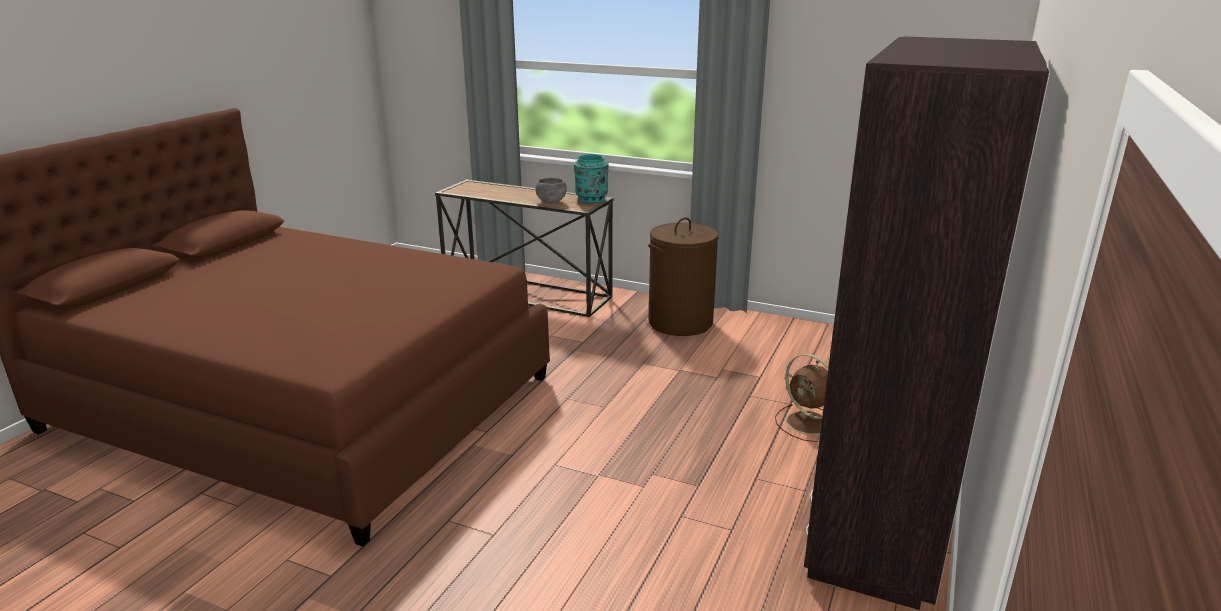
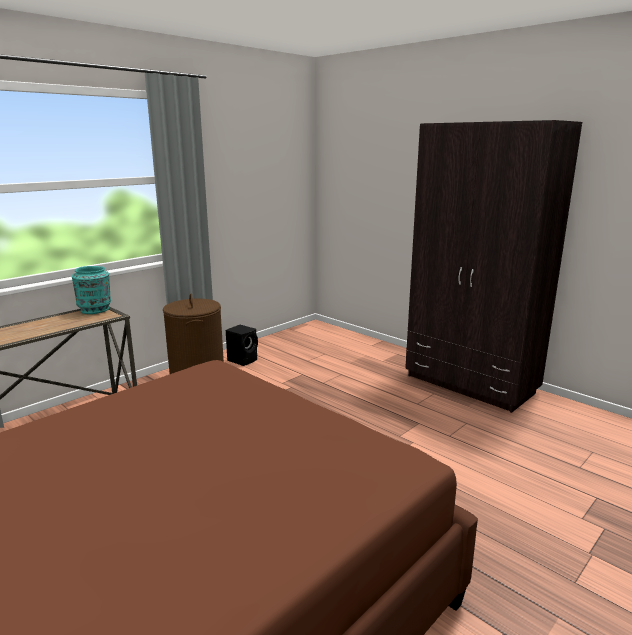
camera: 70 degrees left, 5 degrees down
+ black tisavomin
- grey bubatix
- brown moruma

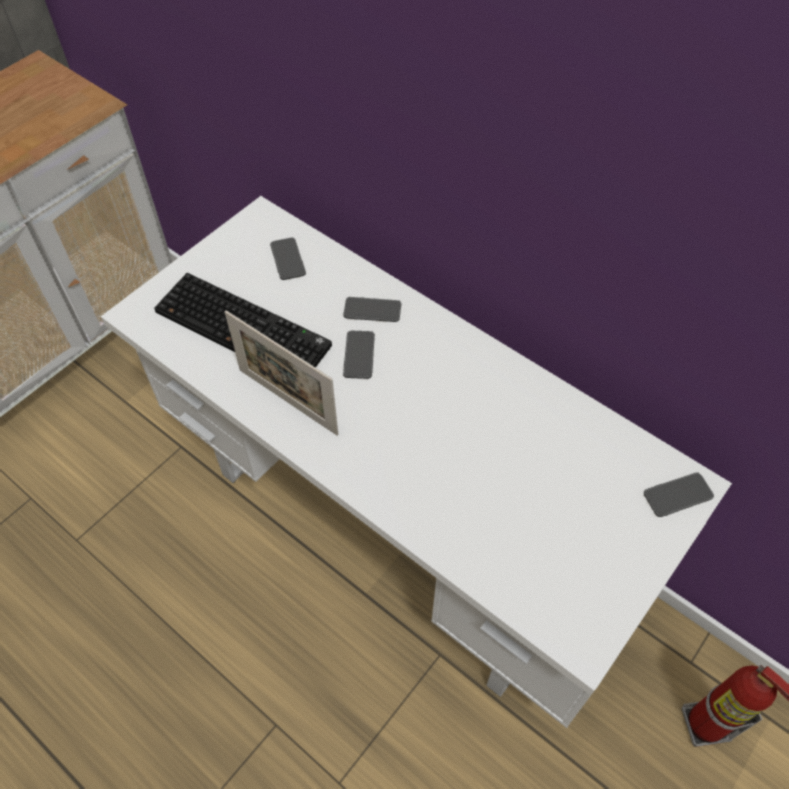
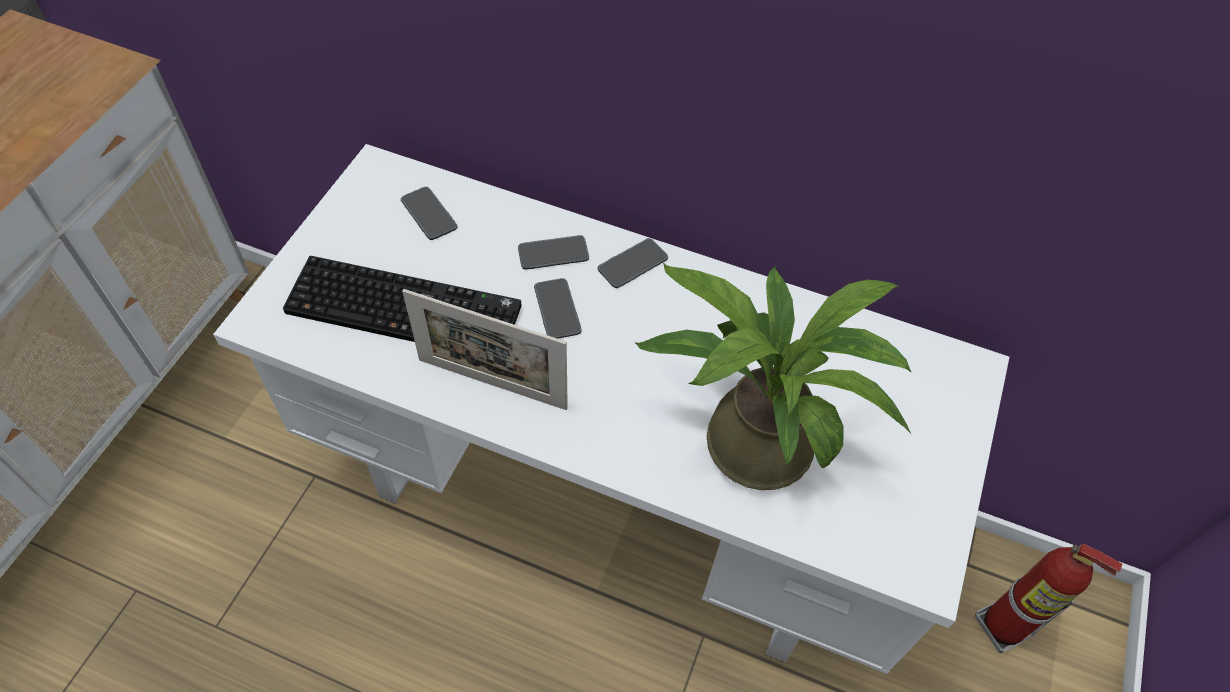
camera: 20 degrees left, 0 degrees up
~ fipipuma (no. 4 from left)
+ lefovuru

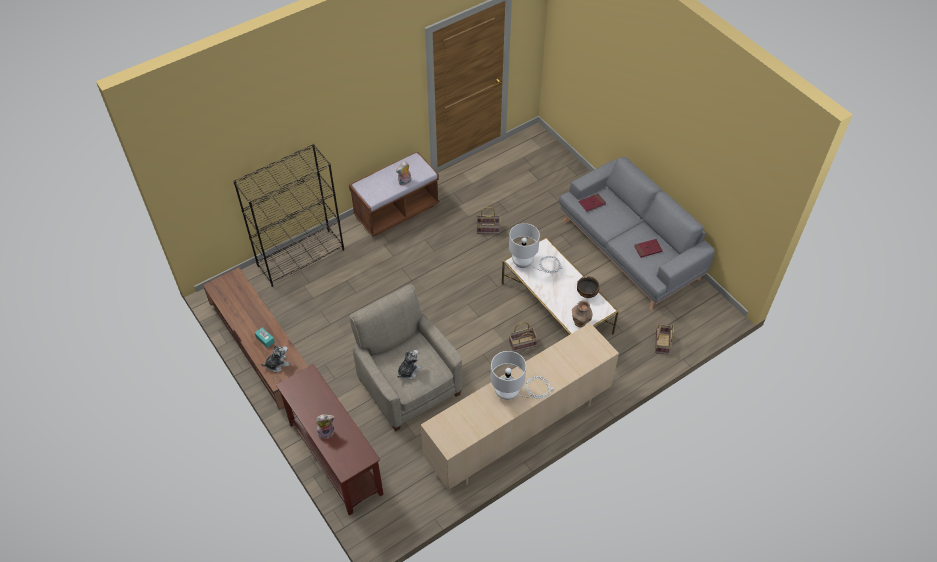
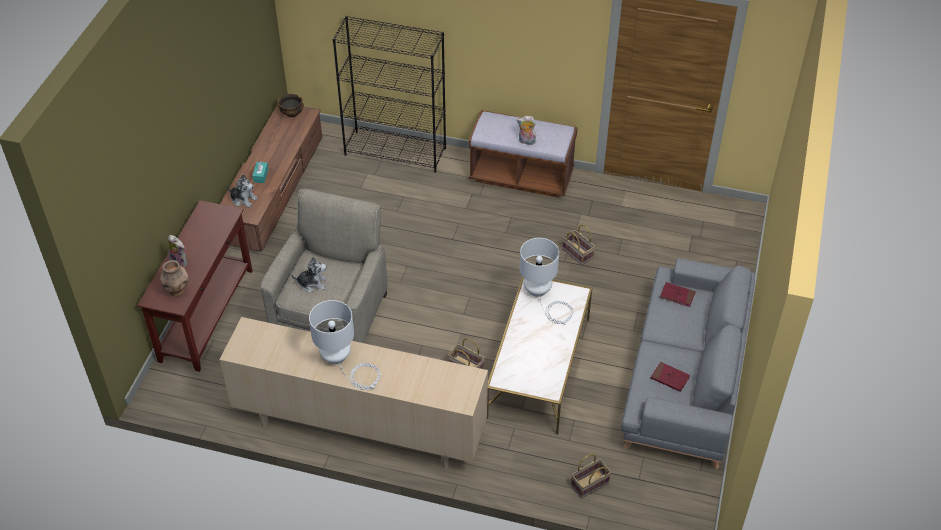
camera: 50 degrees right, 5 degrees down
~ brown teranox
~ bubatix

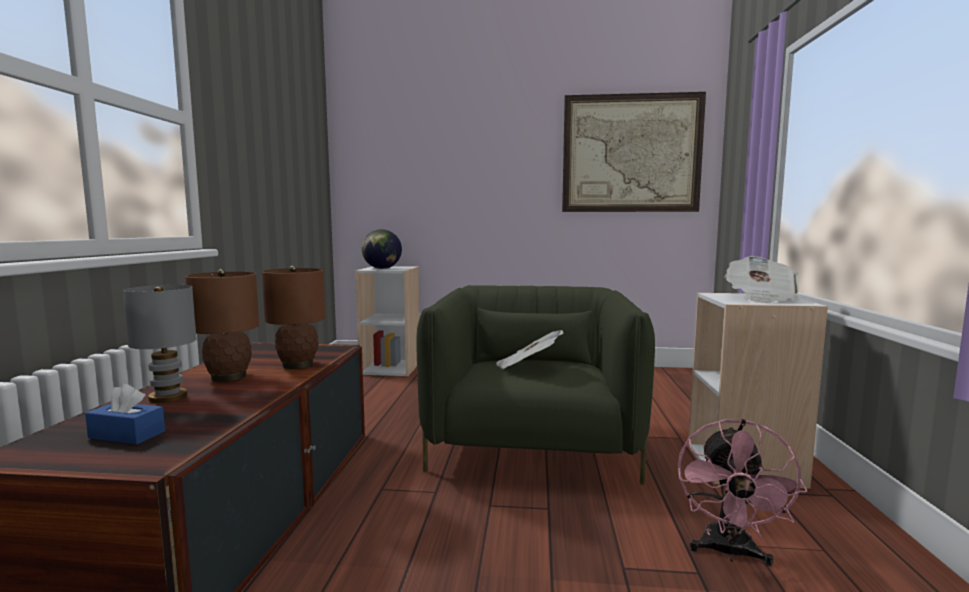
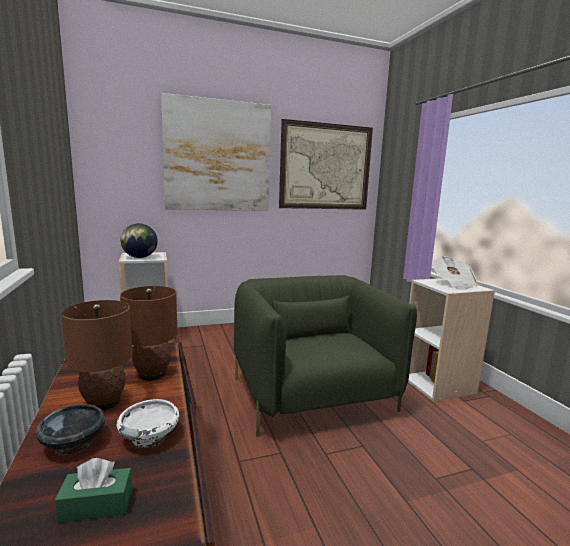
camera: 25 degrees left, 5 degrees up
~ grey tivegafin to black bubatix
~ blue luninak to green luninak
+ white bubatix
+ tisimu (no. 1 from left)
- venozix (no. 1 from left)
- pink moruma

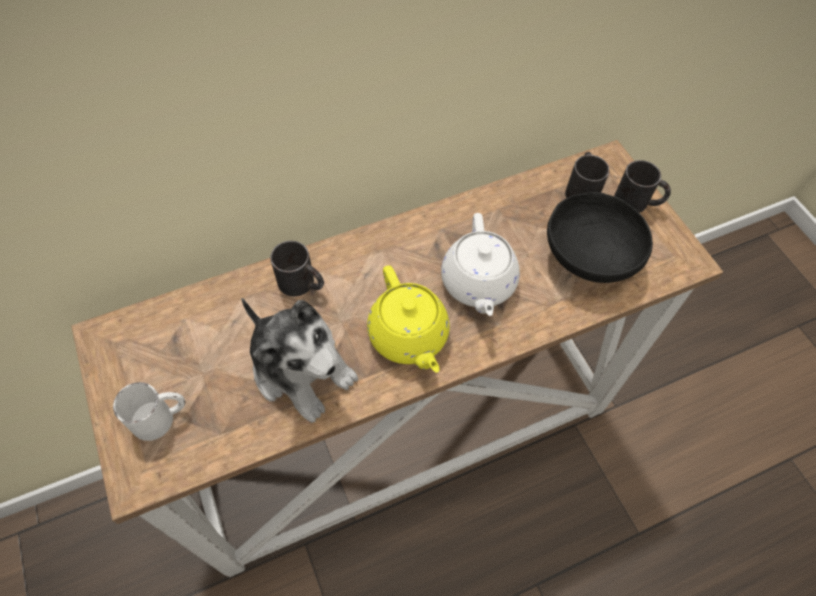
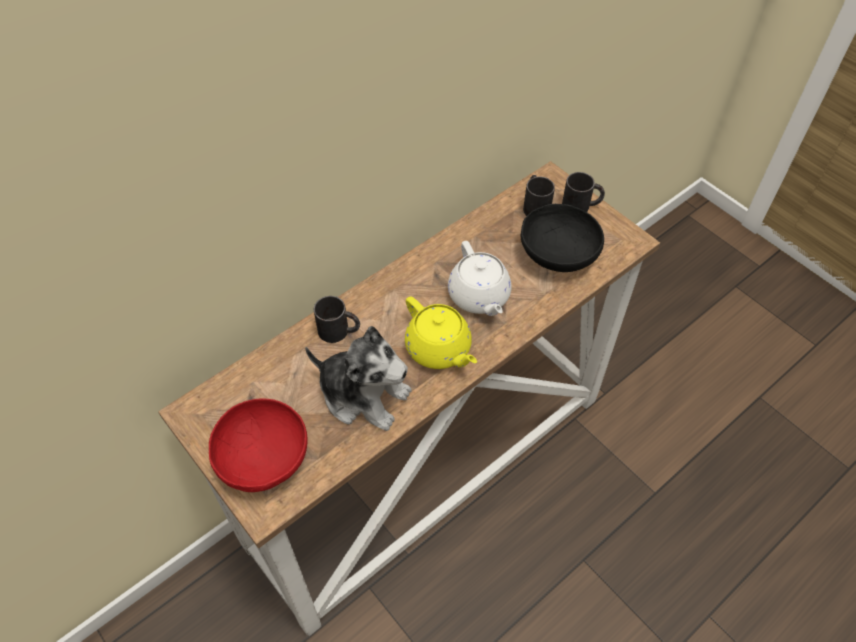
camera: 15 degrees left, 5 degrees down
~ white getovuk to red bubatix

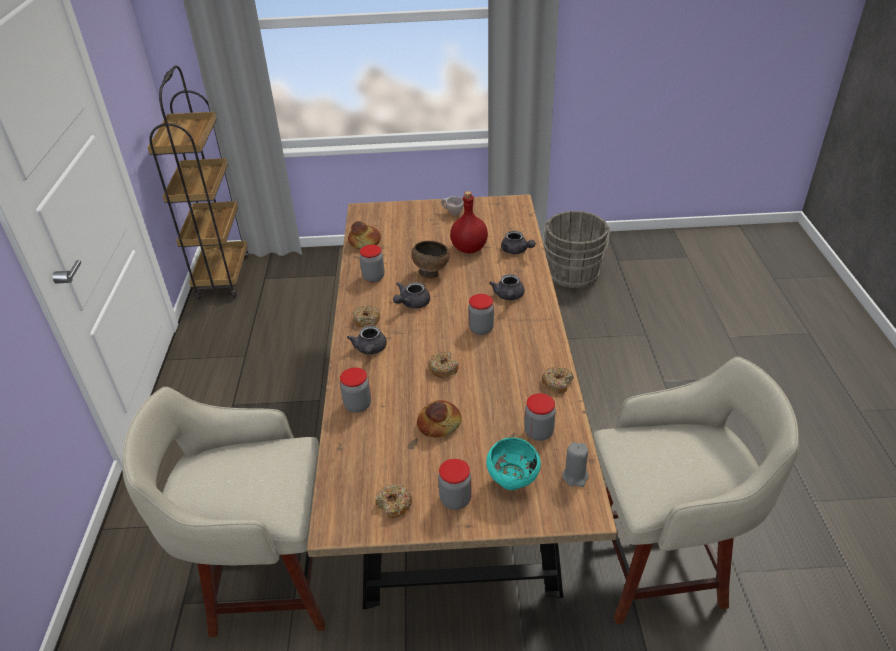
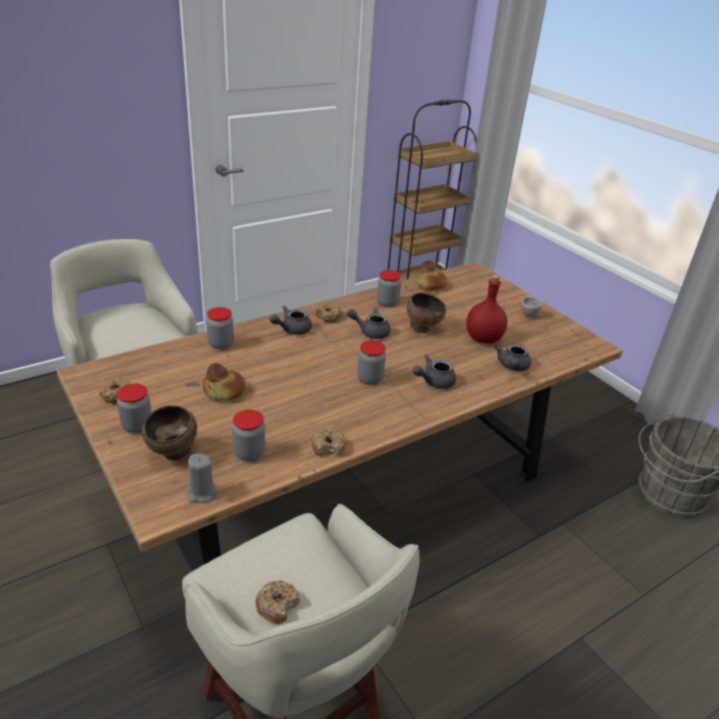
camera: 55 degrees right, 5 degrees down
~ turquoise bubatix to brown bubatix (no. 1 from left)
~ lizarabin (no. 3 from left in the first image) to lizarabin (no. 2 from left)

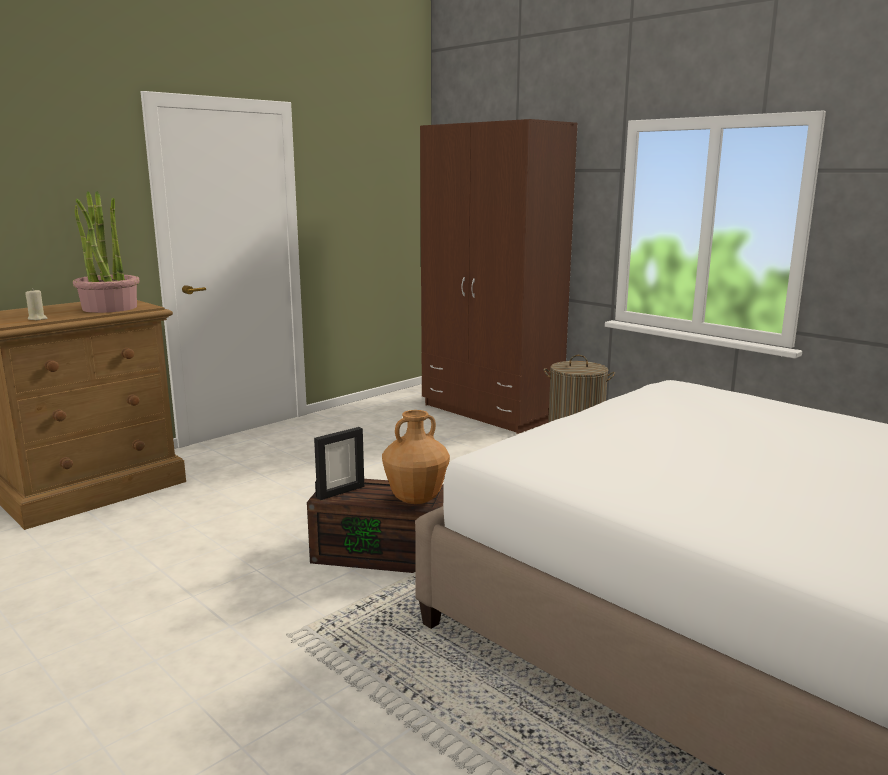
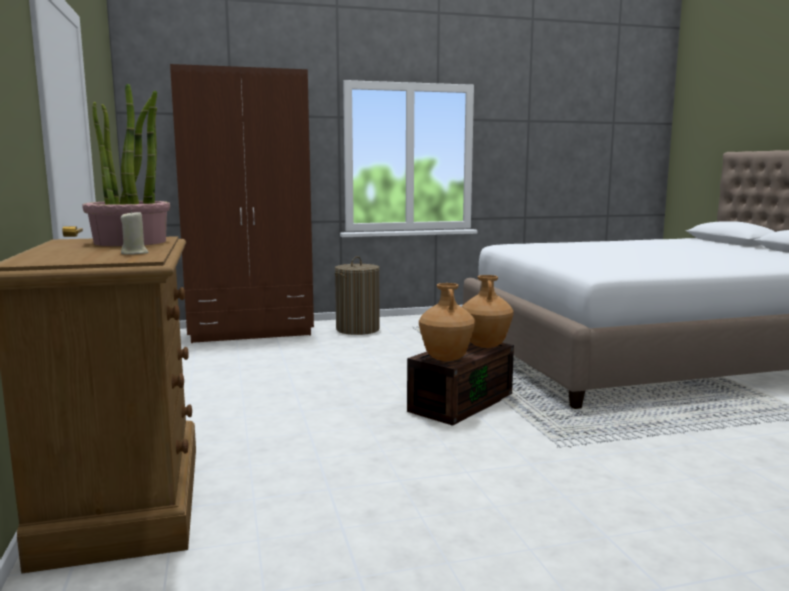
camera: 60 degrees left, 5 degrees down
~ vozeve to brown teranox (no. 1 from left)

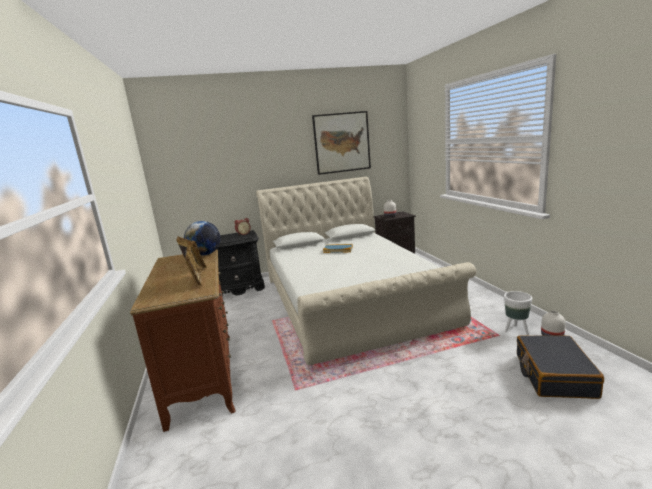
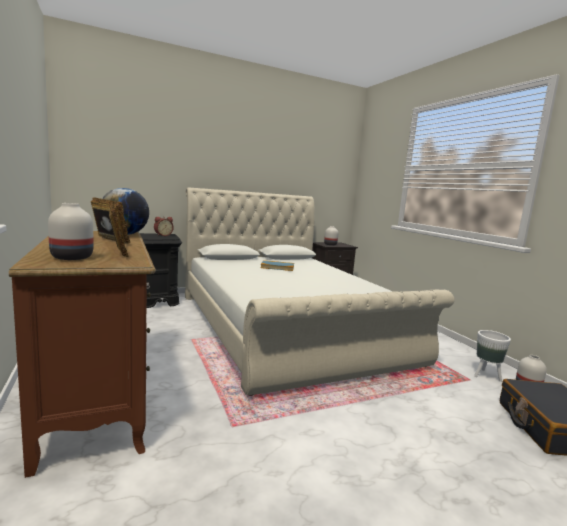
camera: 10 degrees left, 5 degrees down
+ white teranox (no. 1 from left)
- tisimu

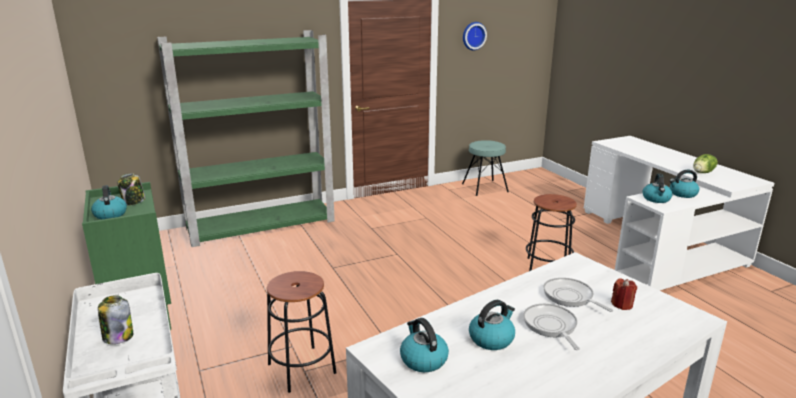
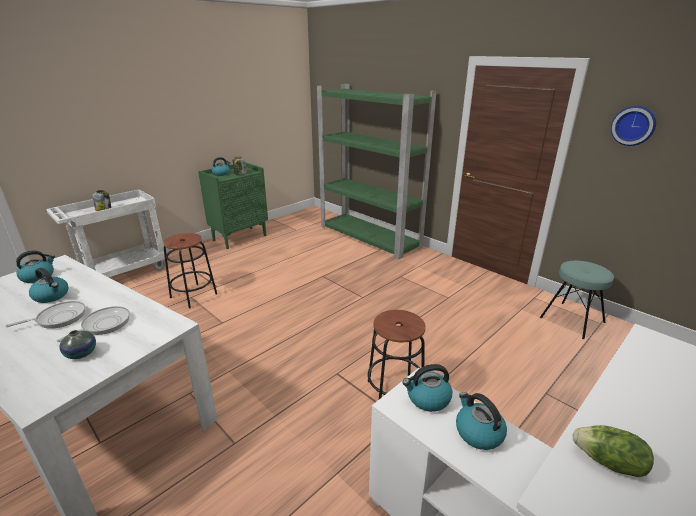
camera: 70 degrees right, 5 degrees up
~ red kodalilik to teranox

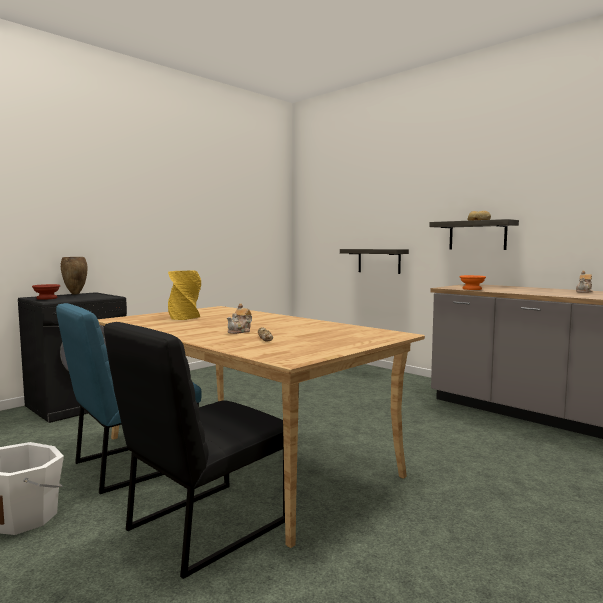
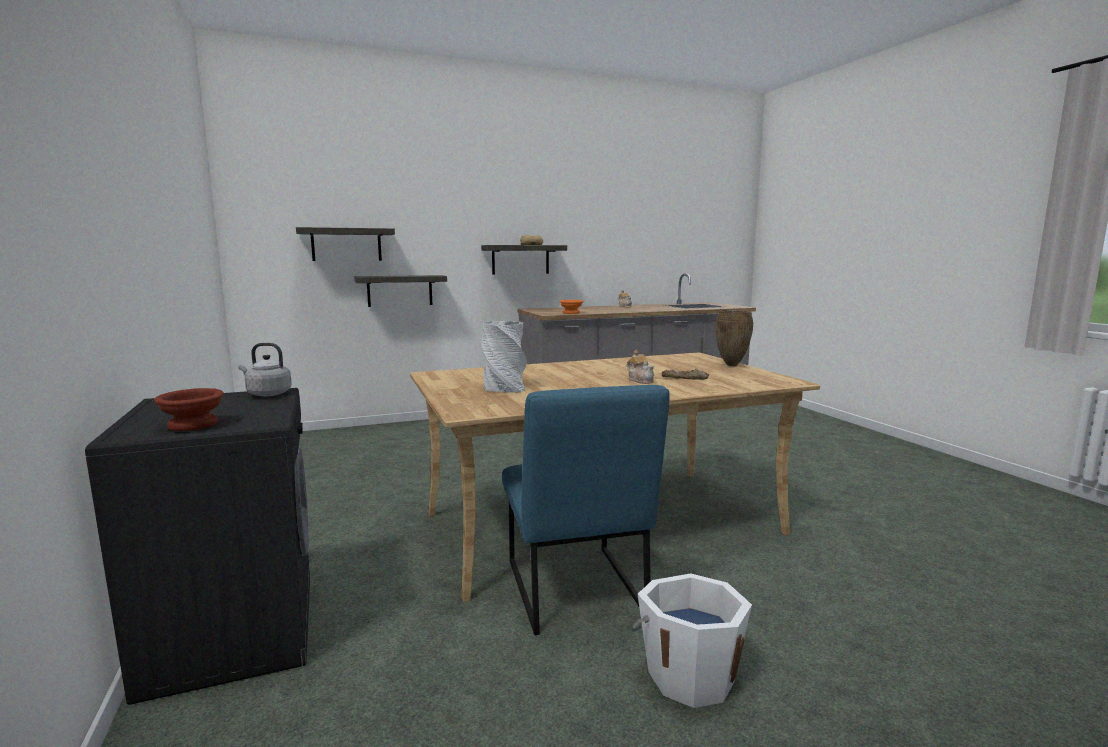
camera: 65 degrees left, 5 degrees up
+ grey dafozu
+ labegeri (no. 1 from left)
~ yellow teranox to grey teranox
~ brown teranox
- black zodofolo

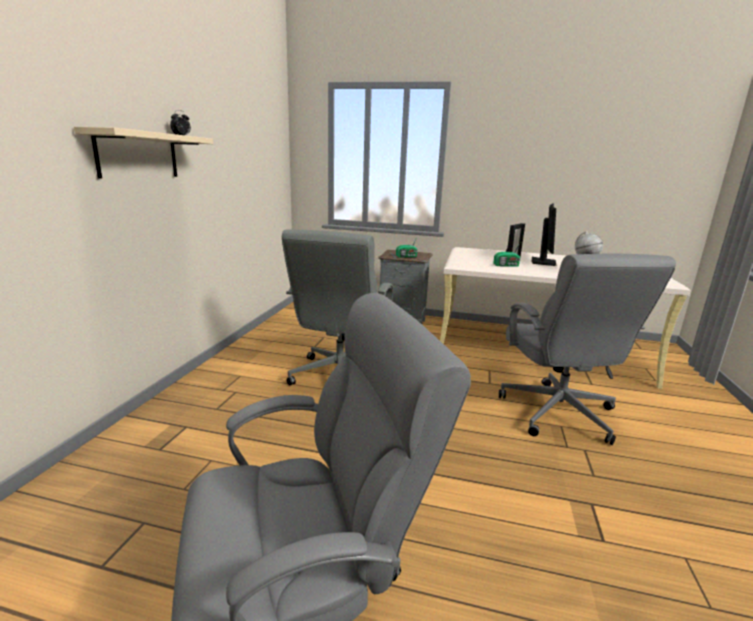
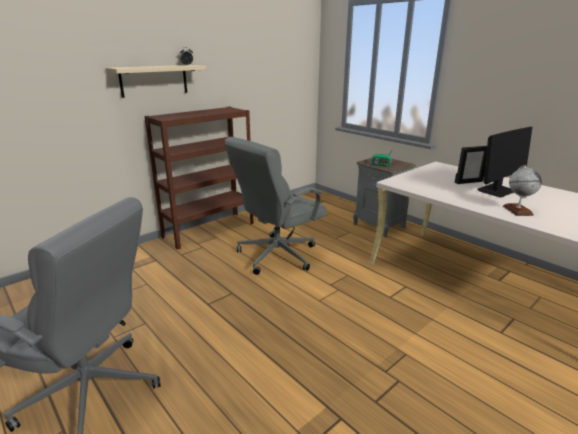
camera: 35 degrees right, 5 degrees up
+ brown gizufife
- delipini (no. 2 from left)
- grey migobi (no. 3 from left)

